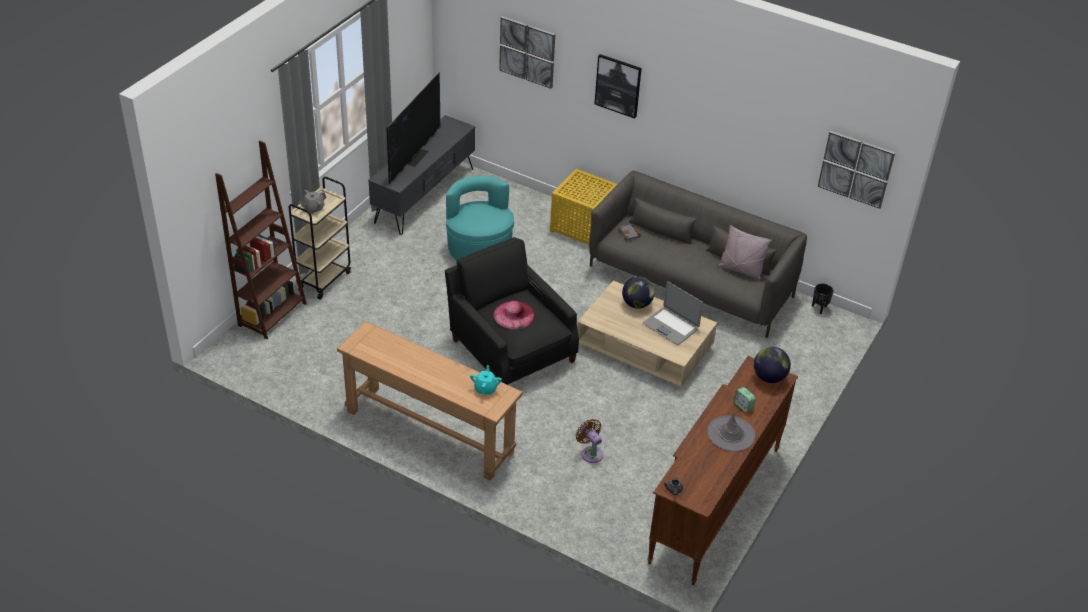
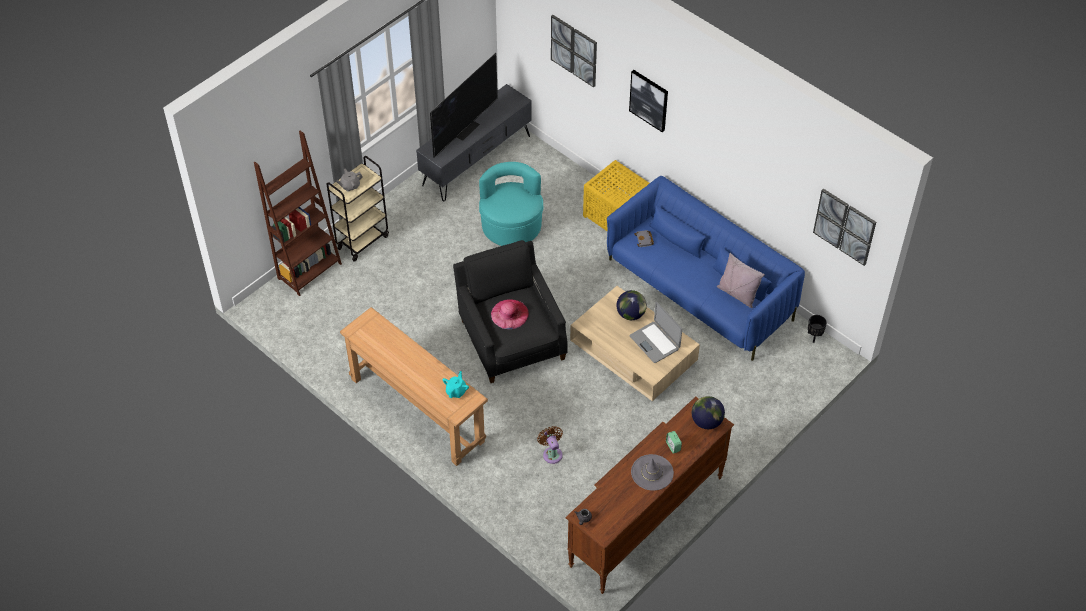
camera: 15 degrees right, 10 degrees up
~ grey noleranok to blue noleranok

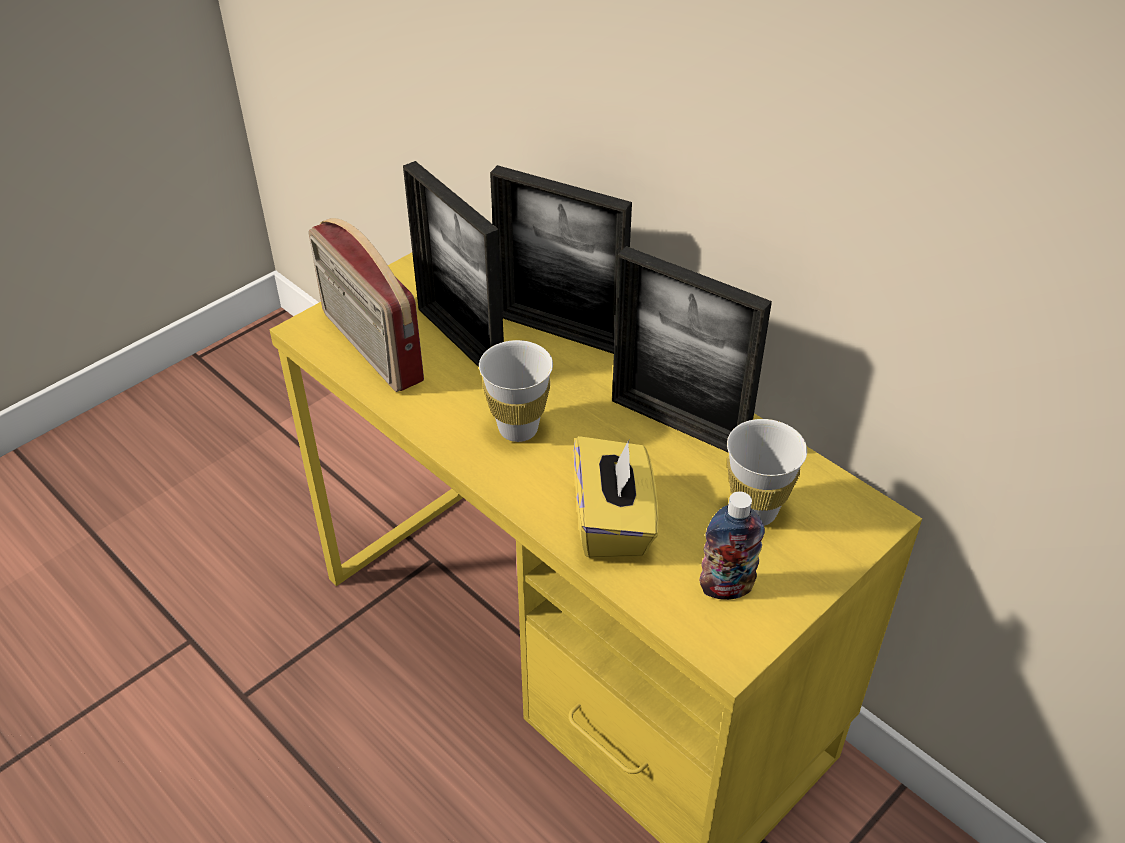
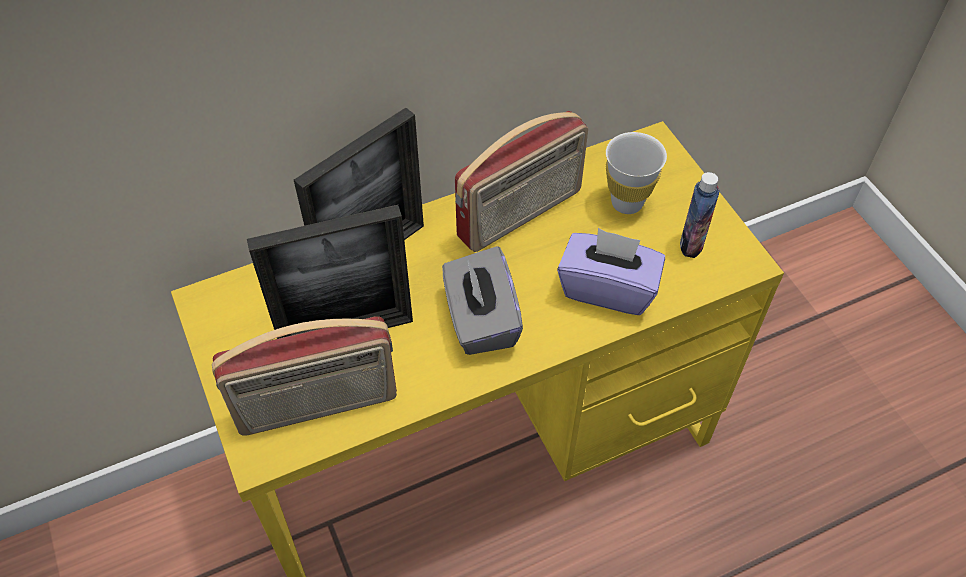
camera: 70 degrees left, 10 degrees up
~ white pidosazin (no. 1 from left) to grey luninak
~ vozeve (no. 3 from left) to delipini (no. 2 from left)
~ yellow luninak to purple luninak

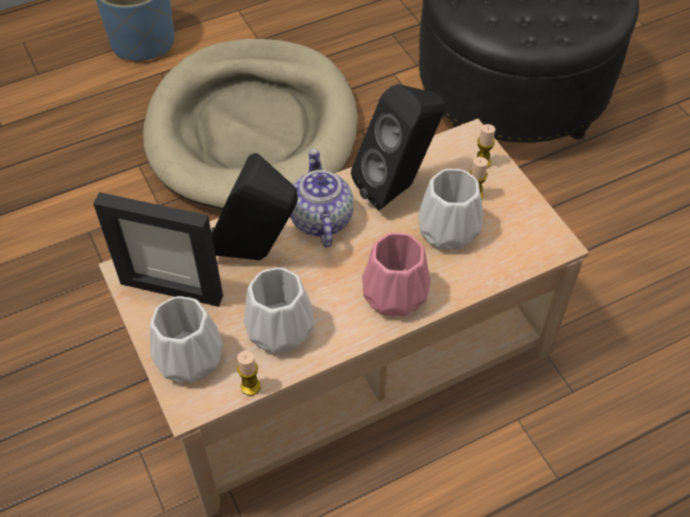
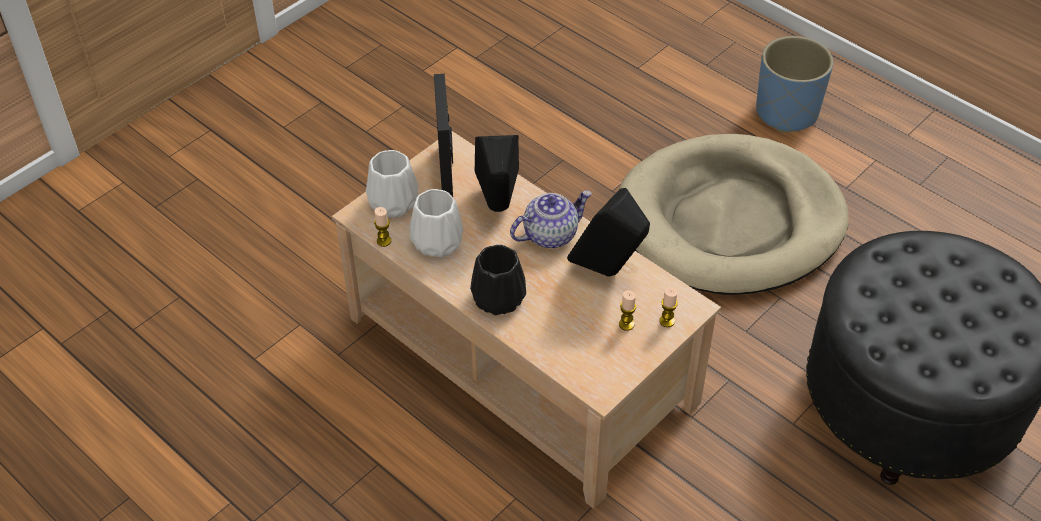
camera: 70 degrees right, 5 degrees down
~ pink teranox to black teranox
- white teranox (no. 3 from left)

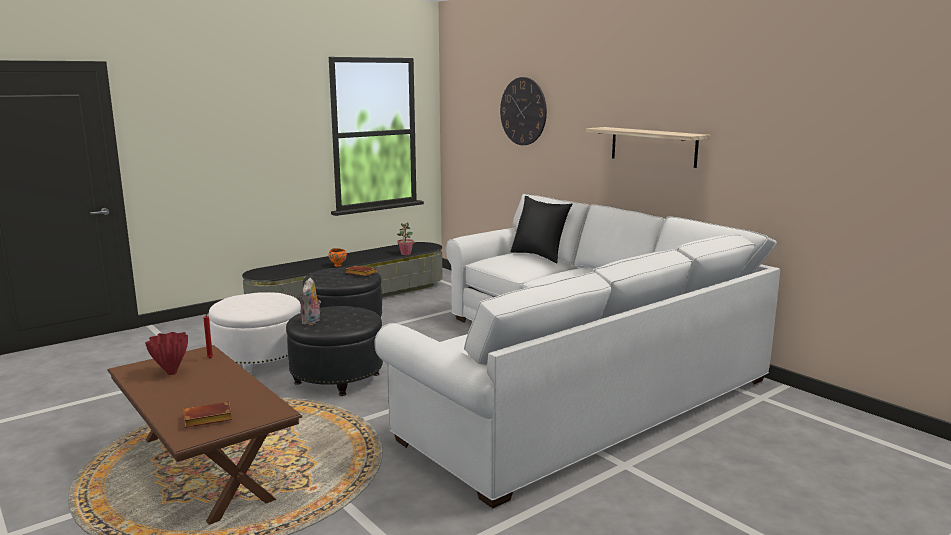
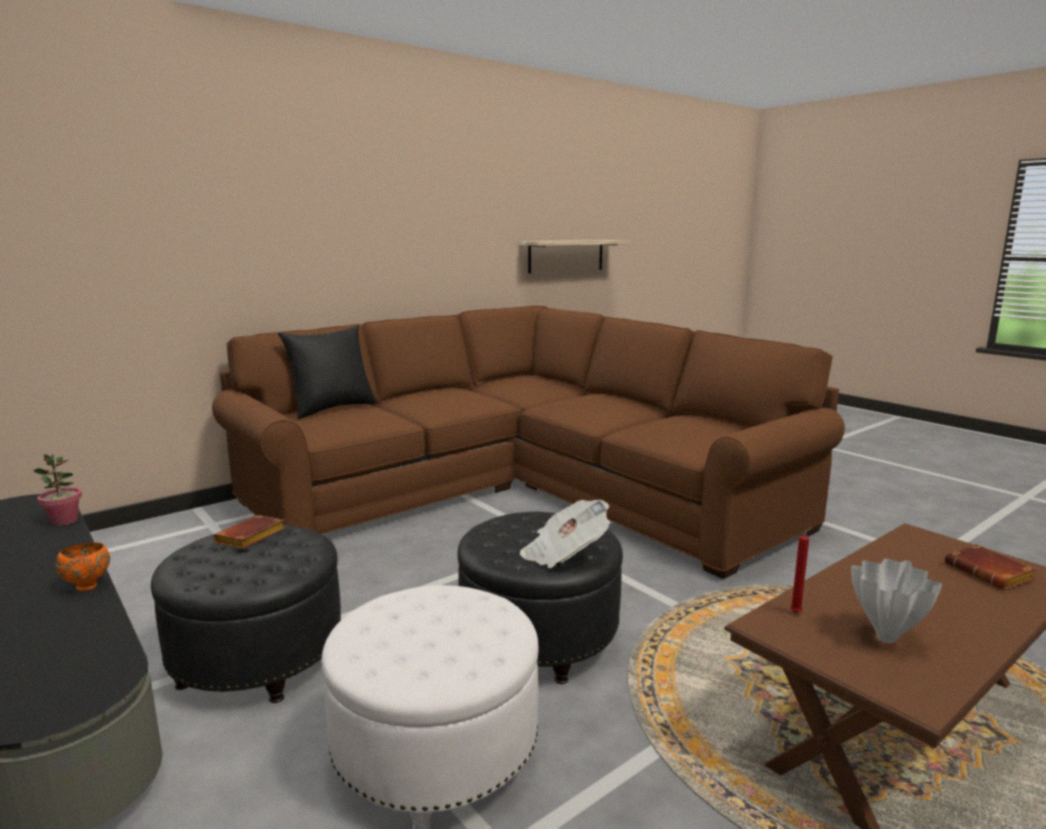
camera: 90 degrees left, 0 degrees up
~ white noleranok to brown noleranok
~ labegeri
~ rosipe to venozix
~ red teranox to white teranox
- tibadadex

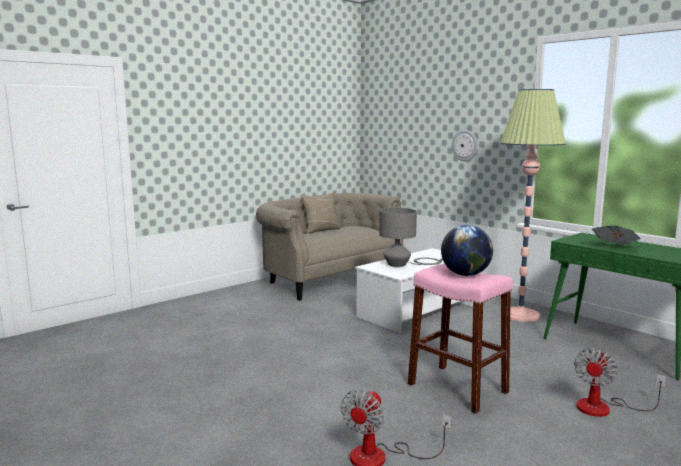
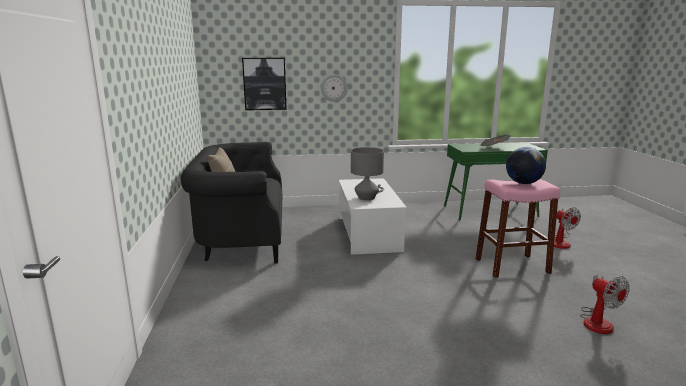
camera: 55 degrees left, 5 degrees up
~ beige noleranok to black noleranok
+ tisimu
- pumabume

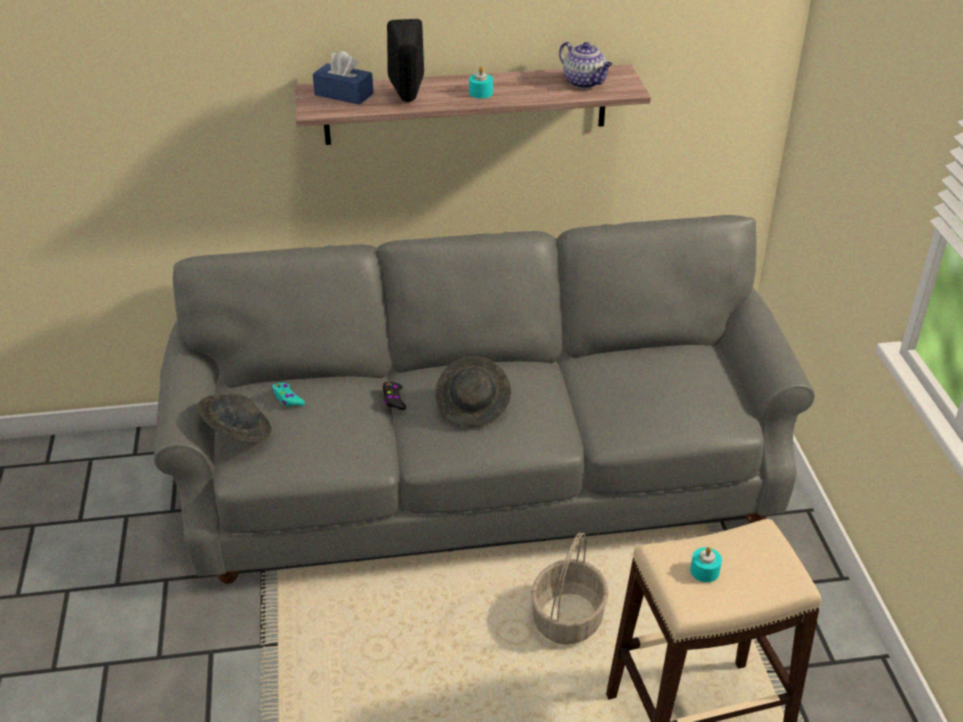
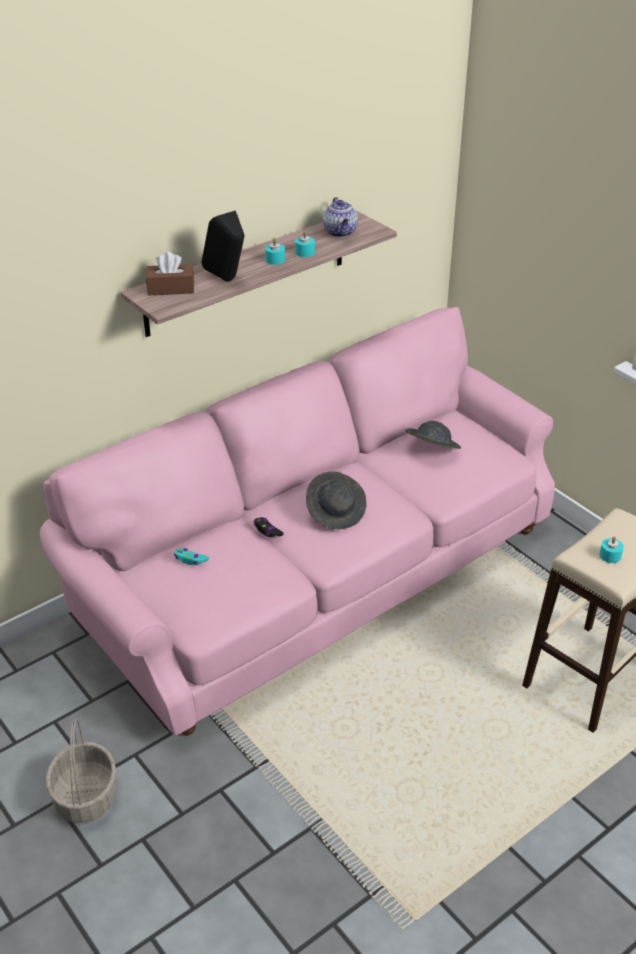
camera: 30 degrees left, 0 degrees up
~ grey noleranok to pink noleranok
~ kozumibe
~ blue luninak to brown luninak
+ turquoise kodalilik (no. 2 from left)
~ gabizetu 60 degrees clockwise
~ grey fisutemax (no. 1 from left in the first image) to grey fisutemax (no. 2 from left)

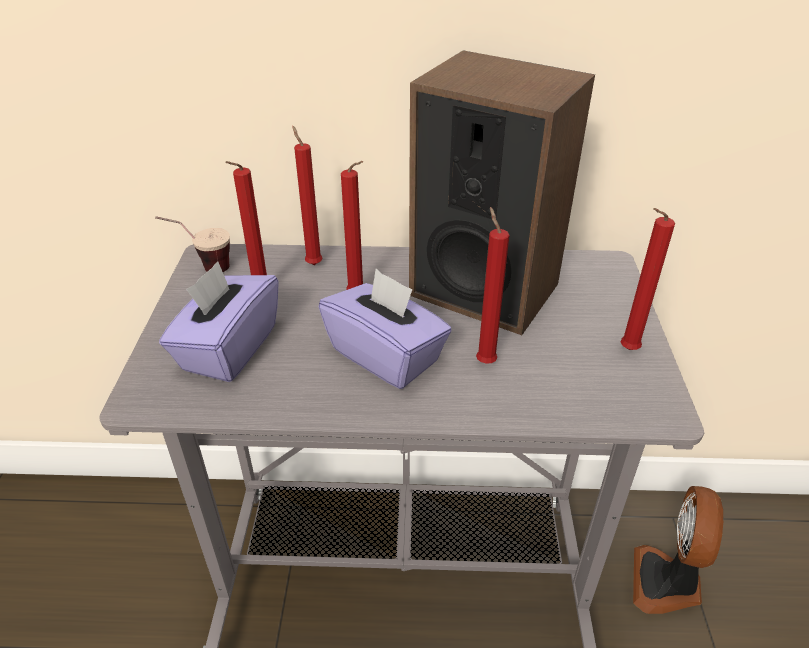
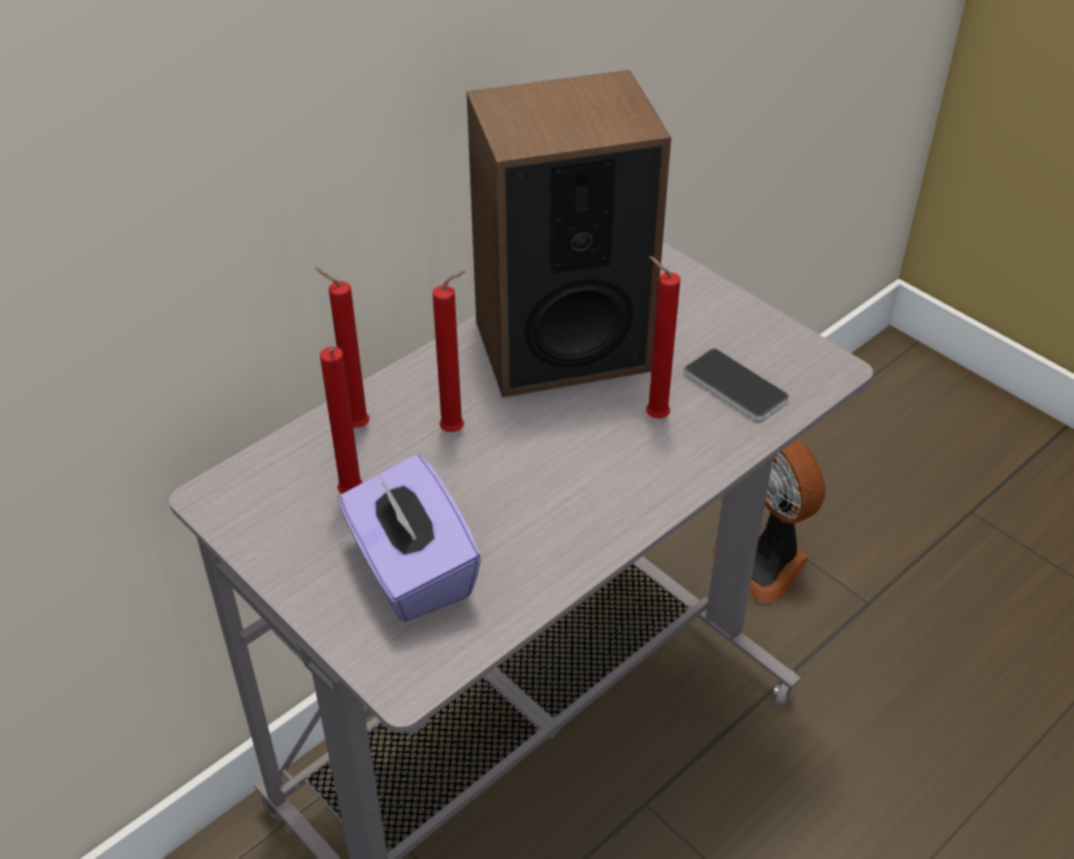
camera: 45 degrees left, 5 degrees up
+ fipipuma
- pidosazin
- purple luninak (no. 2 from left)
- red kodalilik (no. 5 from left)

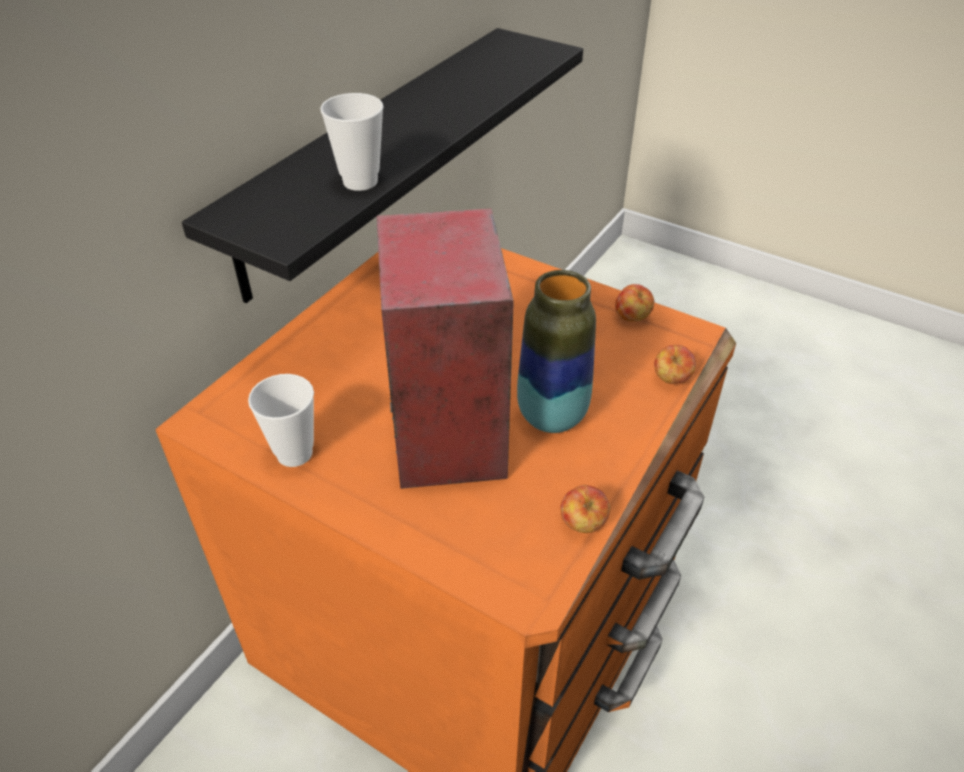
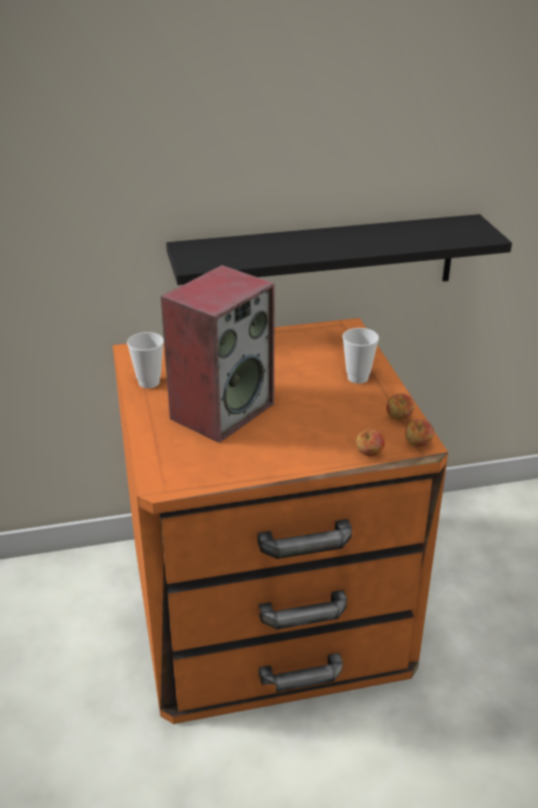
camera: 45 degrees right, 10 degrees down
~ pidosazin (no. 2 from left)
~ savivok (no. 1 from left in the first image) to savivok (no. 3 from left)
- teranox

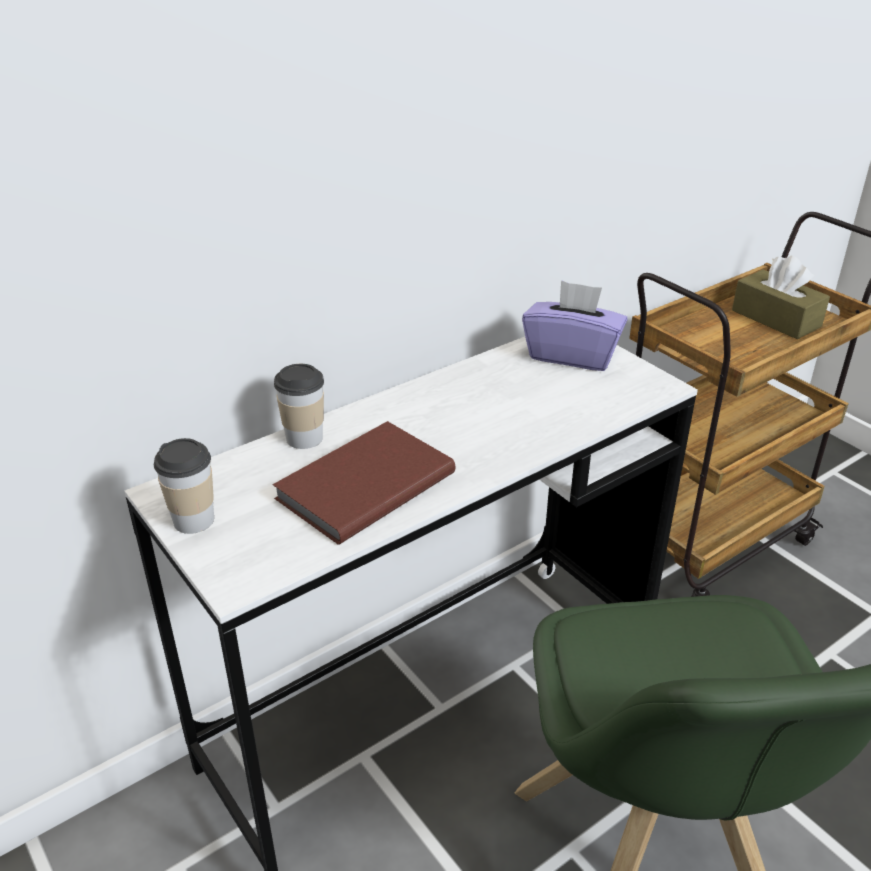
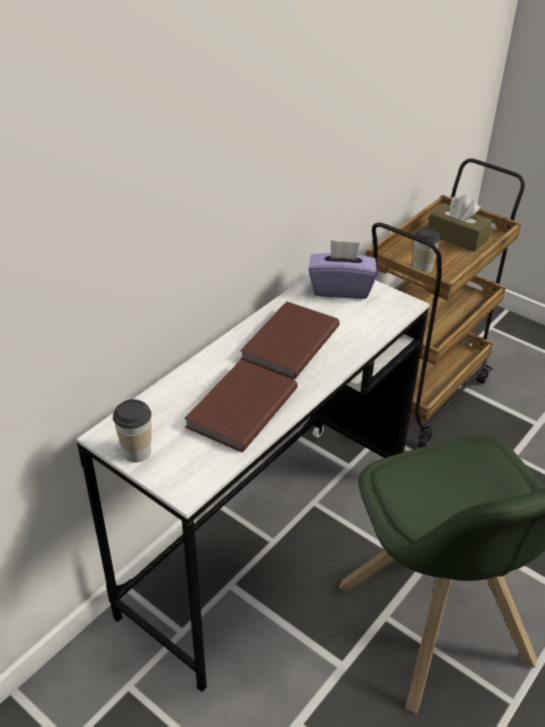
camera: 15 degrees left, 5 degrees up
+ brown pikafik (no. 2 from left)
~ pidosazin (no. 2 from left)

